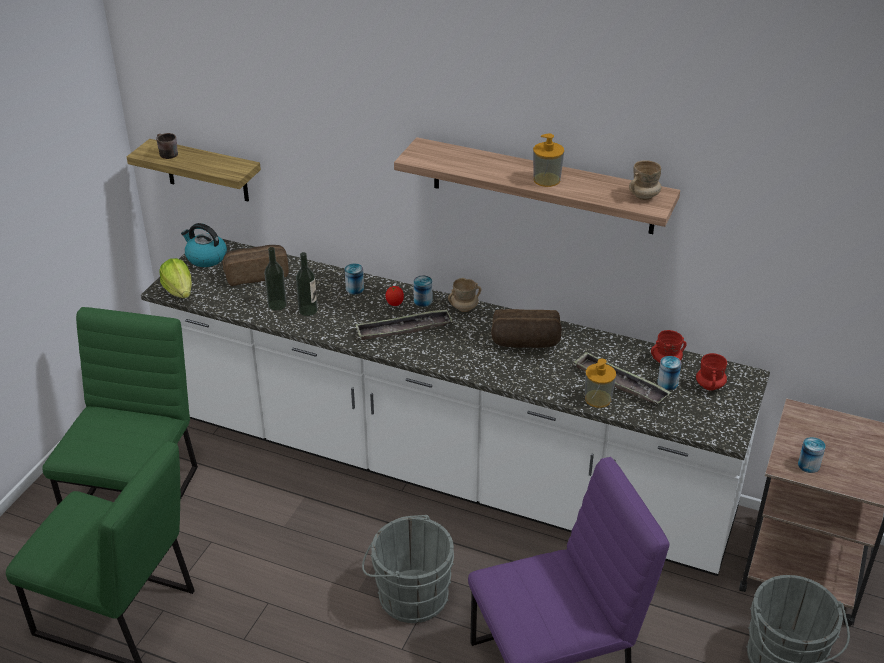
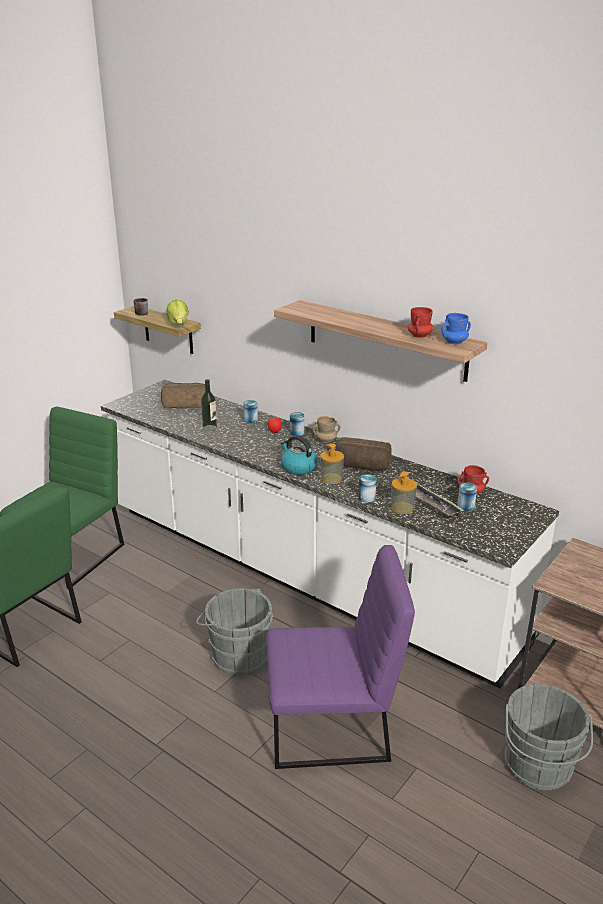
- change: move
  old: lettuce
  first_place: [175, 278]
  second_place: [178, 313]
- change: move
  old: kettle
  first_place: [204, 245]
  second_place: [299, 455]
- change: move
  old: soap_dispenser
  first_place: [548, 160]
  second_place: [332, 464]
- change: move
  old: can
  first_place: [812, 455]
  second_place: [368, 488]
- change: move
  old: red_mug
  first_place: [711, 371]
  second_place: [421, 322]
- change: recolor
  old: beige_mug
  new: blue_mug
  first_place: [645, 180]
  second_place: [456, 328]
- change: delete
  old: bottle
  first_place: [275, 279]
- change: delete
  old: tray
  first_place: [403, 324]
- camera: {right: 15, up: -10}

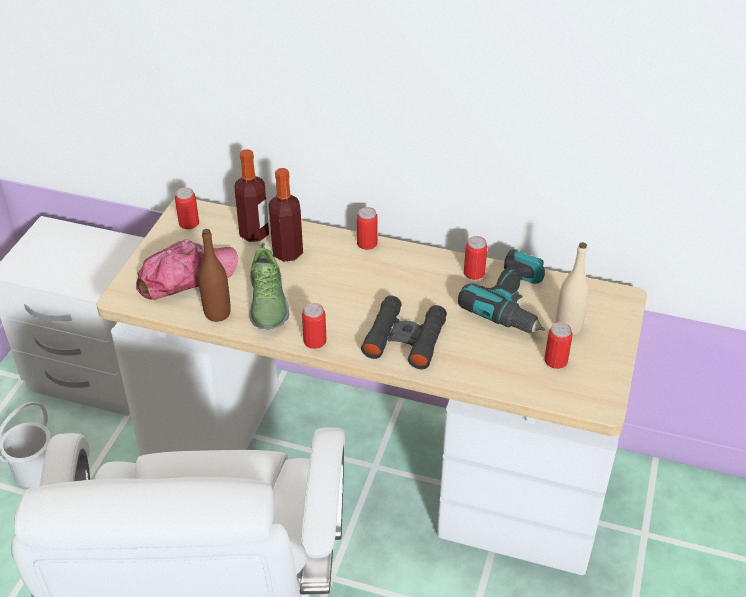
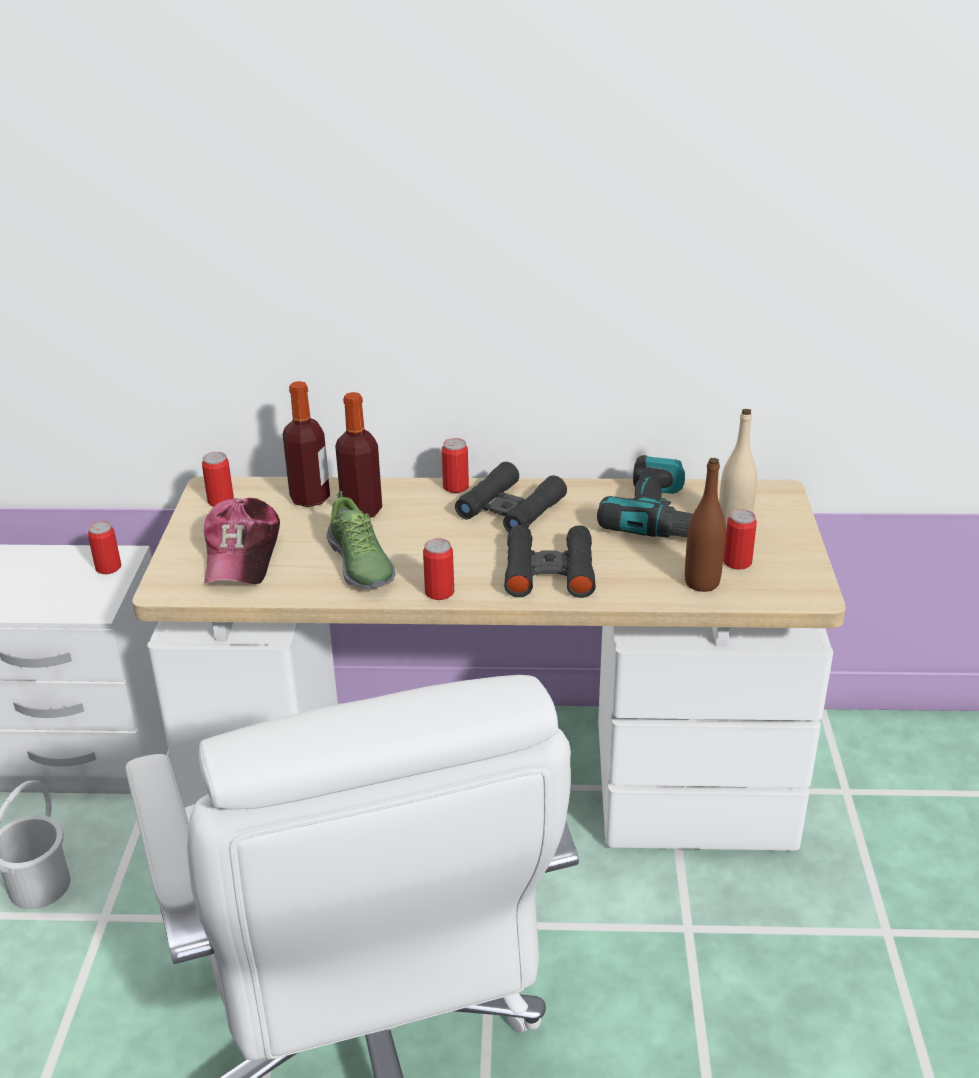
- change: move
  old: can
  first_place: [475, 258]
  second_place: [104, 547]
- change: rotate
  old: cap
  first_place: [187, 269]
  second_place: [242, 541]
  degrees: 135
- change: insert
  new: black_binoculars
  second_place: [511, 497]
- change: move
  old: brown_bottle
  first_place: [214, 275]
  second_place: [705, 525]
- camera: {right: -15, up: -10}

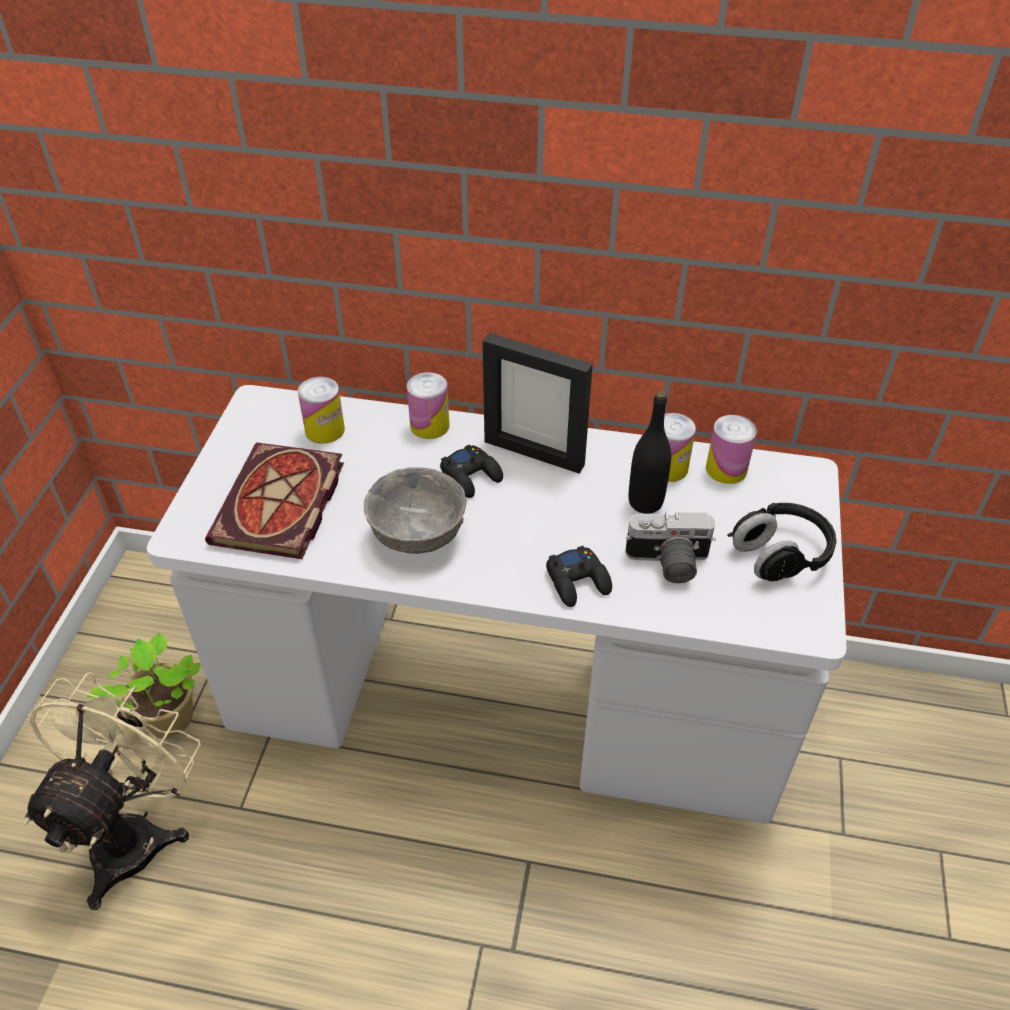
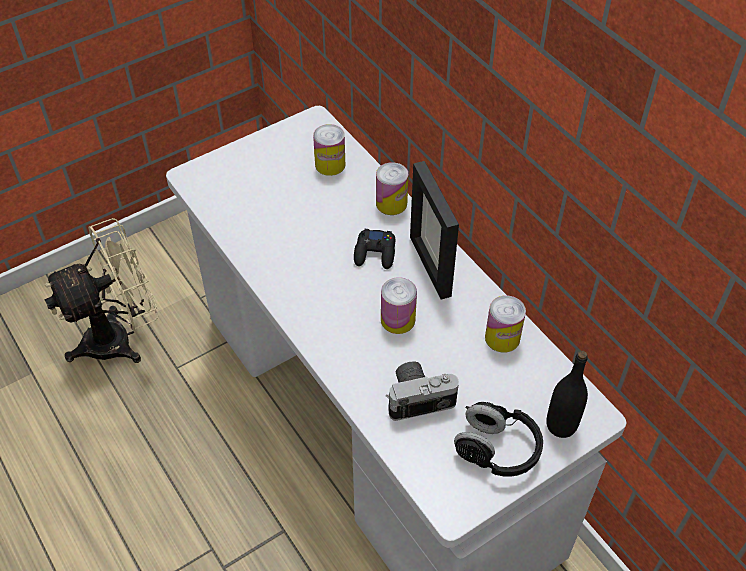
- change: move
  old: can
  first_place: [731, 449]
  second_place: [399, 305]
- change: rotate
  old: photo_camera
  first_place: [670, 547]
  second_place: [422, 391]
  degrees: 120
- change: move
  old: black_bottle
  first_place: [650, 452]
  second_place: [567, 394]
- change: delete
  old: potted_plant
  first_place: [143, 685]
- change: delete
  old: book
  first_place: [274, 500]
- change: delete
  old: grey_bowl
  first_place: [415, 510]
- change: delete
  old: black_game_controller
  first_place: [579, 576]
- camera: {right: 45, up: 5}

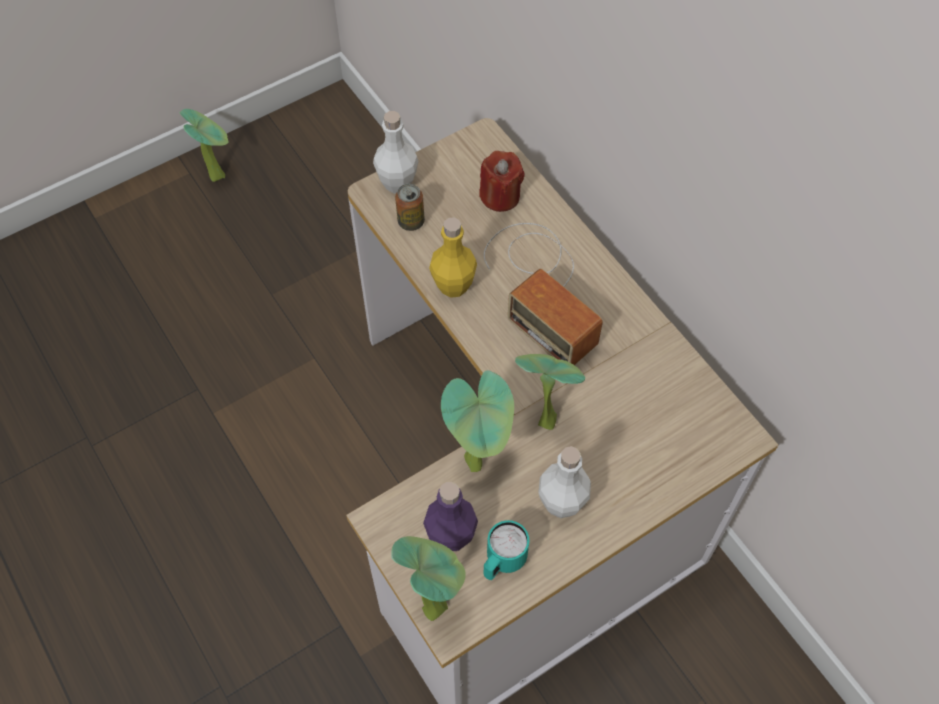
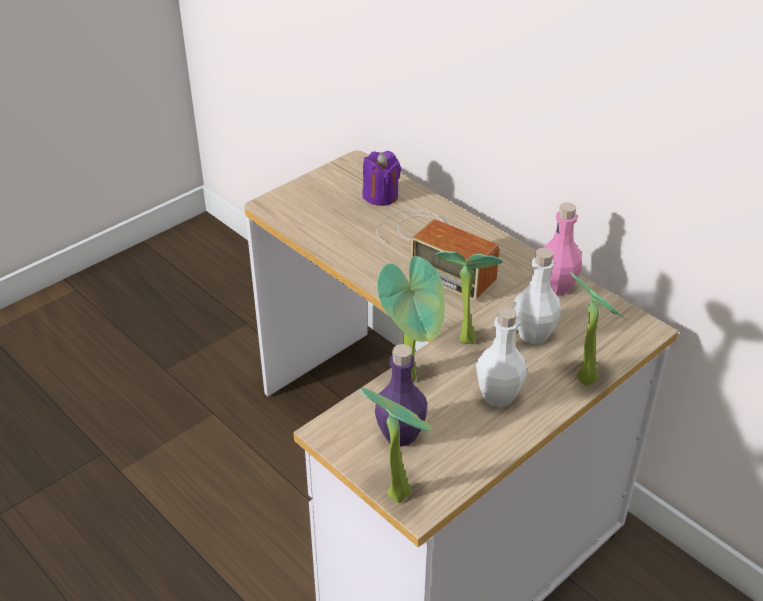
- change: recolor
  old: red_candle
  new: purple_candle
  first_place: [502, 181]
  second_place: [382, 178]
- change: move
  old: white_bottle
  first_place: [396, 152]
  second_place: [537, 296]
- change: insert
  new: pink_bottle
  second_place: [562, 249]
- change: move
  old: potted_plant
  first_place: [204, 145]
  second_place: [599, 329]
- change: delete
  old: can
  first_place: [410, 207]
- change: delete
  old: yellow_bottle
  first_place: [453, 257]
- change: delete
  old: turquoise_mug
  first_place: [506, 550]
- camera: {right: -10, up: -20}

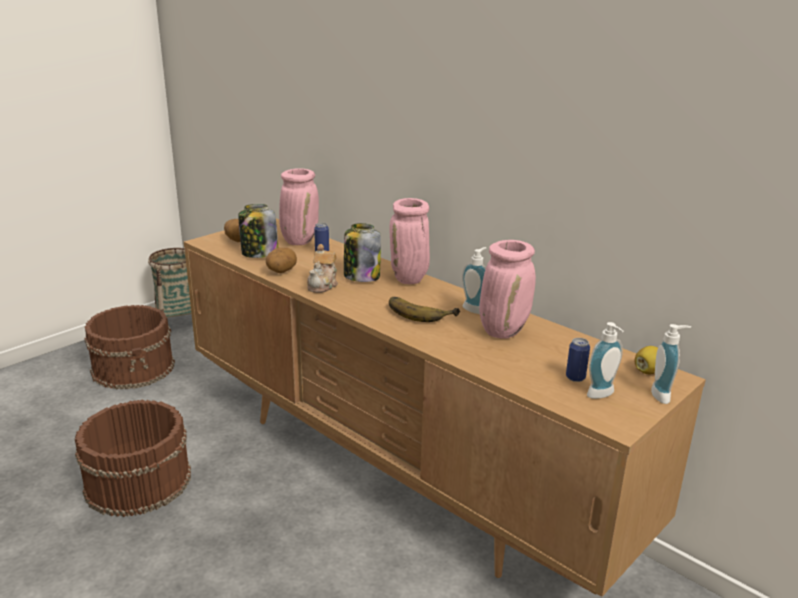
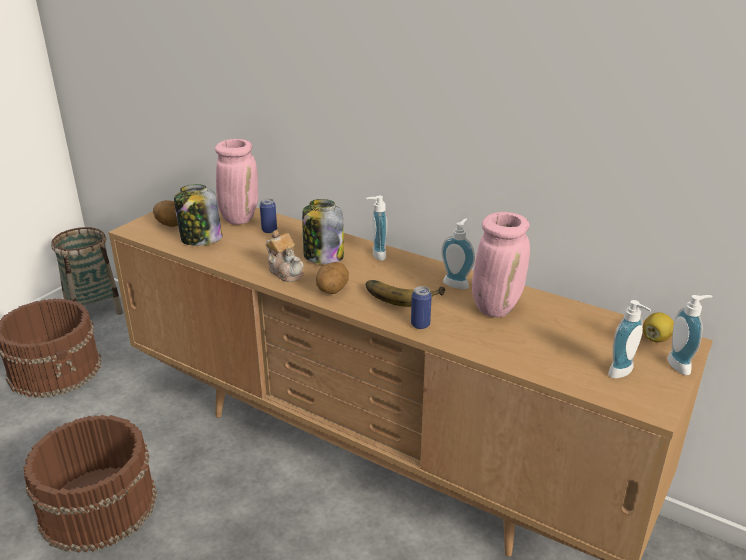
- change: rotate
  old: teapot
  first_place: [322, 268]
  second_place: [285, 256]
  degrees: -45
- change: move
  old: potato
  first_place: [281, 260]
  second_place: [332, 278]
- change: replace
  old: pink_vase
  new: soap_dispenser
  first_place: [409, 241]
  second_place: [376, 228]
- change: move
  old: can
  first_place: [578, 360]
  second_place: [421, 307]
- camera: {right: -10, up: 5}

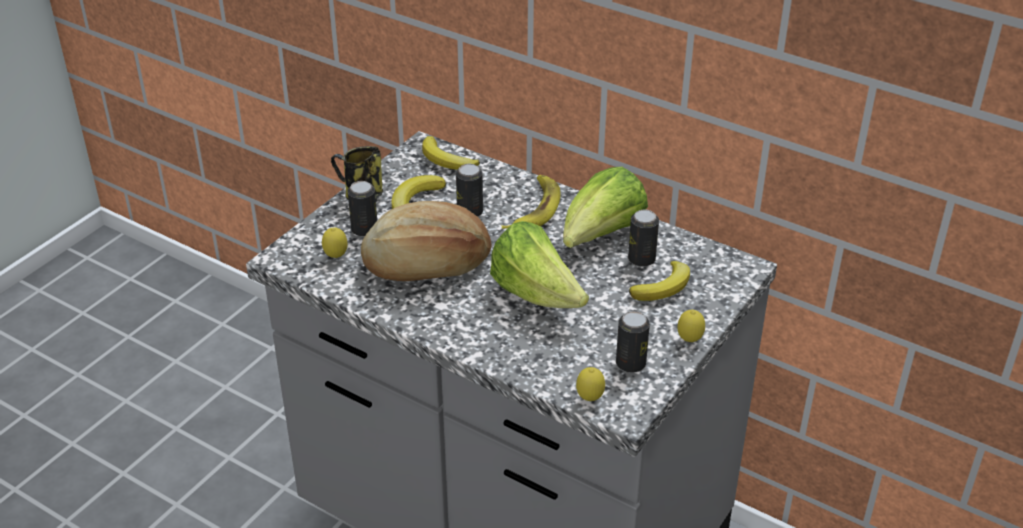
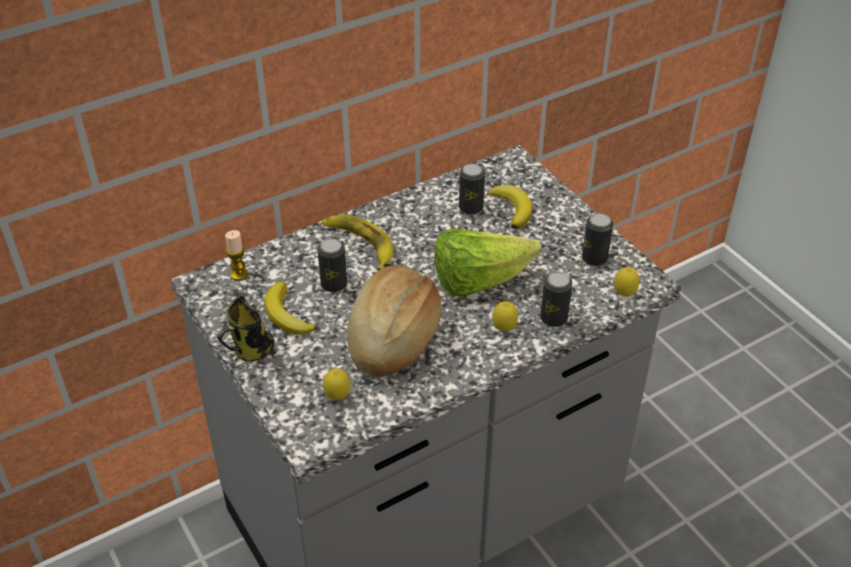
- change: replace
  old: banana
  new: candle
  first_place: [451, 153]
  second_place: [236, 255]
- change: move
  old: lemon
  first_place: [691, 326]
  second_place: [505, 316]
- change: move
  old: can
  first_place: [362, 209]
  second_place: [556, 299]
- change: delete
  old: lettuce
  first_place: [605, 207]
- camera: {right: -65, up: 5}

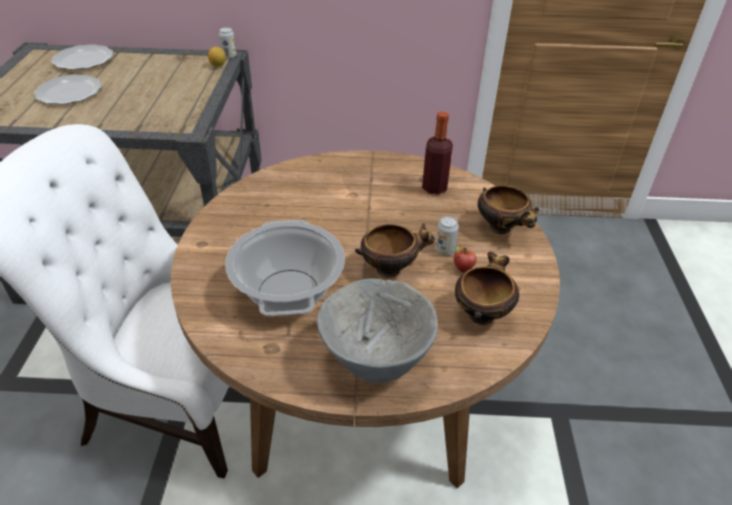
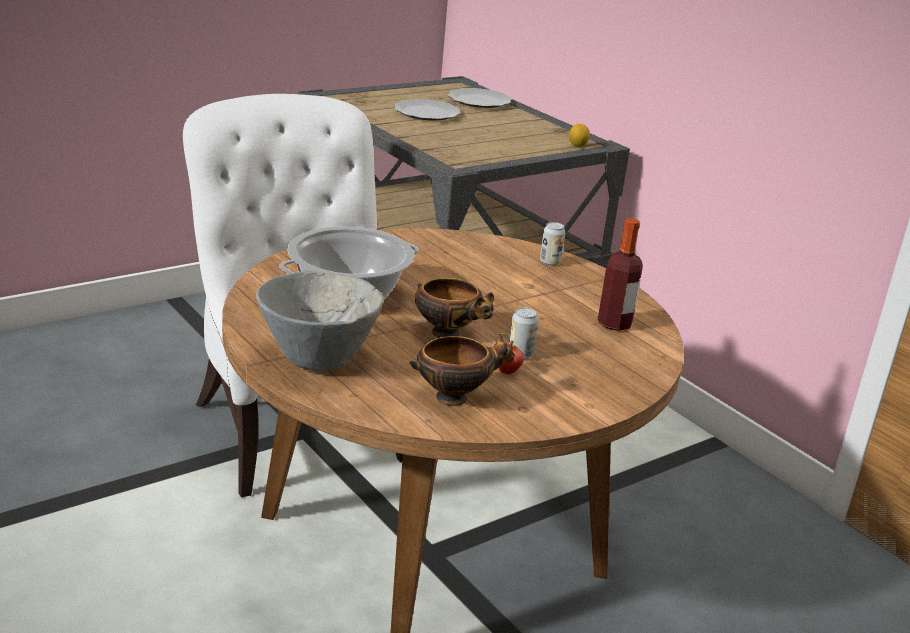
- change: move
  old: can
  first_place: [227, 43]
  second_place: [552, 244]
- change: delete
  old: bowl
  first_place: [508, 210]
- camera: {right: 50, up: -15}

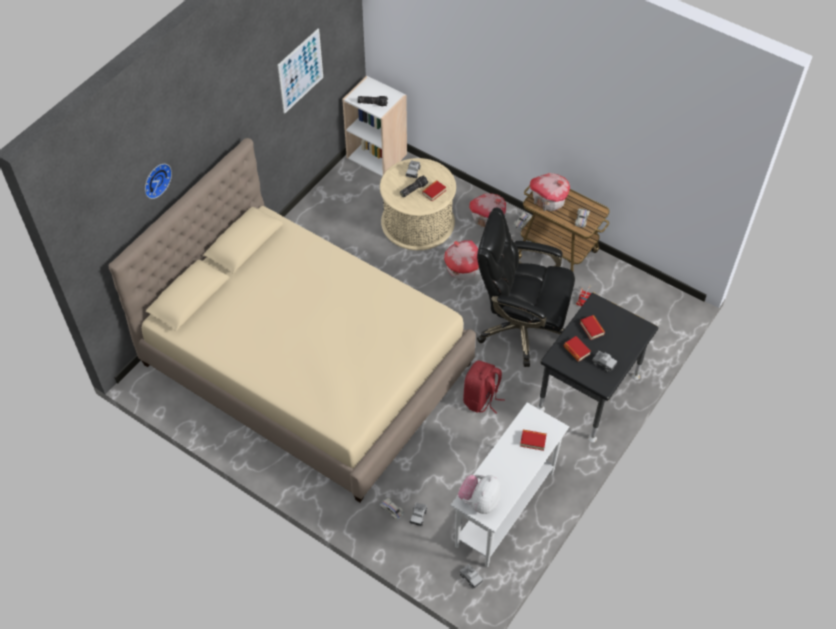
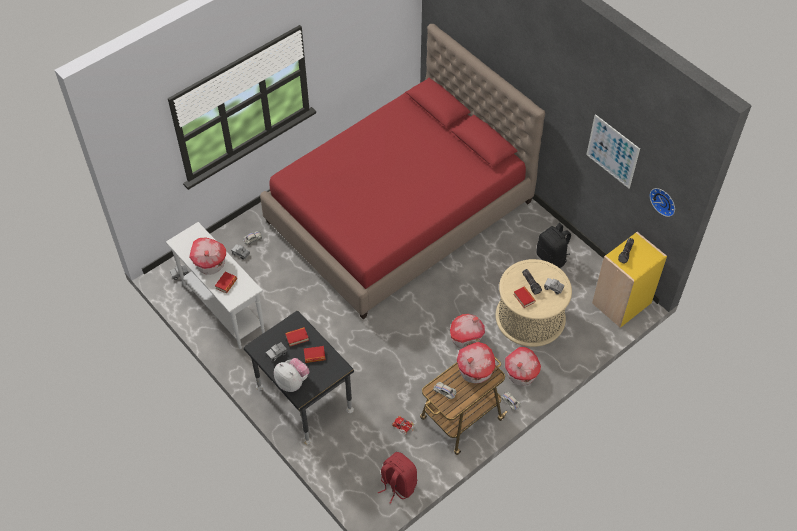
- change: insert
  new: toy_house
  second_place: [207, 256]
- change: recolor
  old: beige_bed
  new: red_bed
  first_place: [292, 320]
  second_place: [402, 171]
- change: move
  old: plush_toy
  first_place: [479, 494]
  second_place: [292, 375]
- change: move
  old: red_backpack
  first_place: [484, 387]
  second_place: [397, 478]
- change: insert
  new: black_backpack
  second_place: [553, 245]
- change: recolor
  old: white_bookcase
  new: yellow_bookcase
  first_place: [374, 126]
  second_place: [629, 280]
- change: move
  old: wall_clock
  first_place: [158, 181]
  second_place: [662, 202]
- change: delete
  old: black_office_chair
  first_place: [526, 287]
- camera: {right: 105, up: 0}

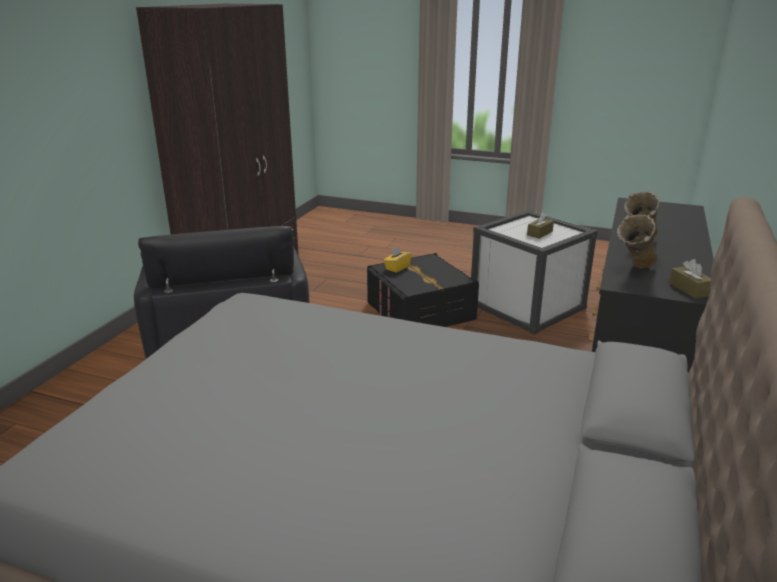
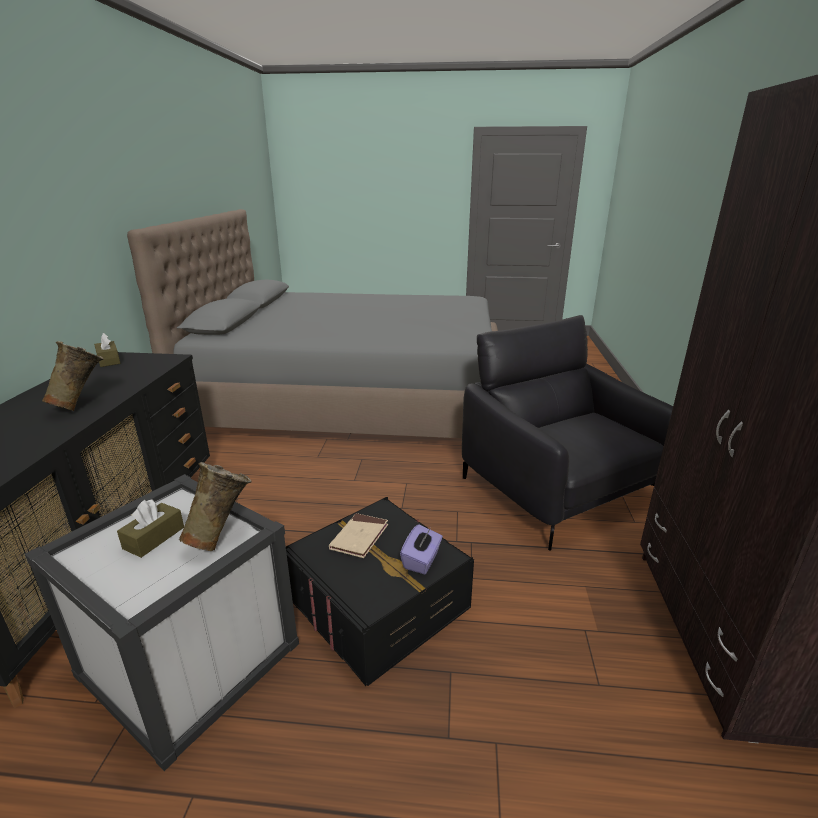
- change: move
  old: beige_vase
  first_place: [637, 241]
  second_place: [215, 506]
- change: insert
  new: beige_book
  second_place: [358, 535]
- change: recolor
  old: yellow_tissue_box
  new: purple_tissue_box
  first_place: [397, 260]
  second_place: [421, 549]
- camera: {right: 165, up: 0}

